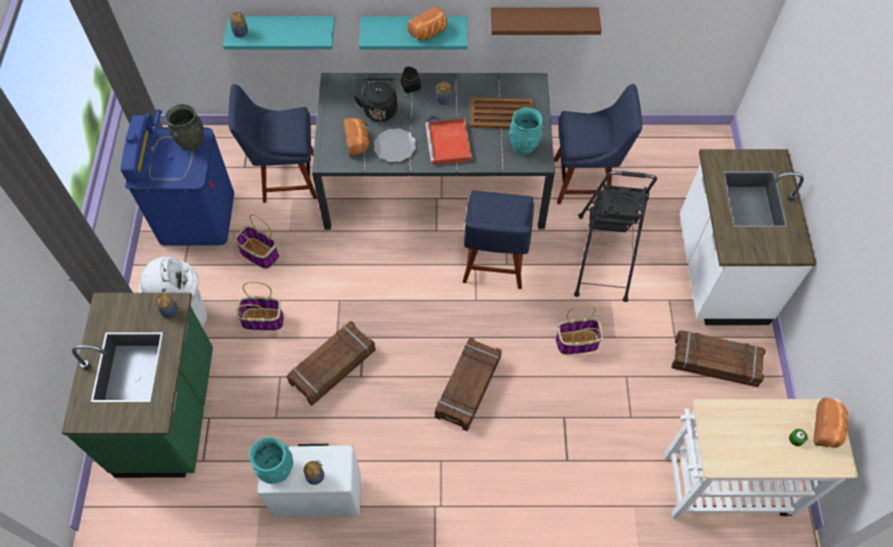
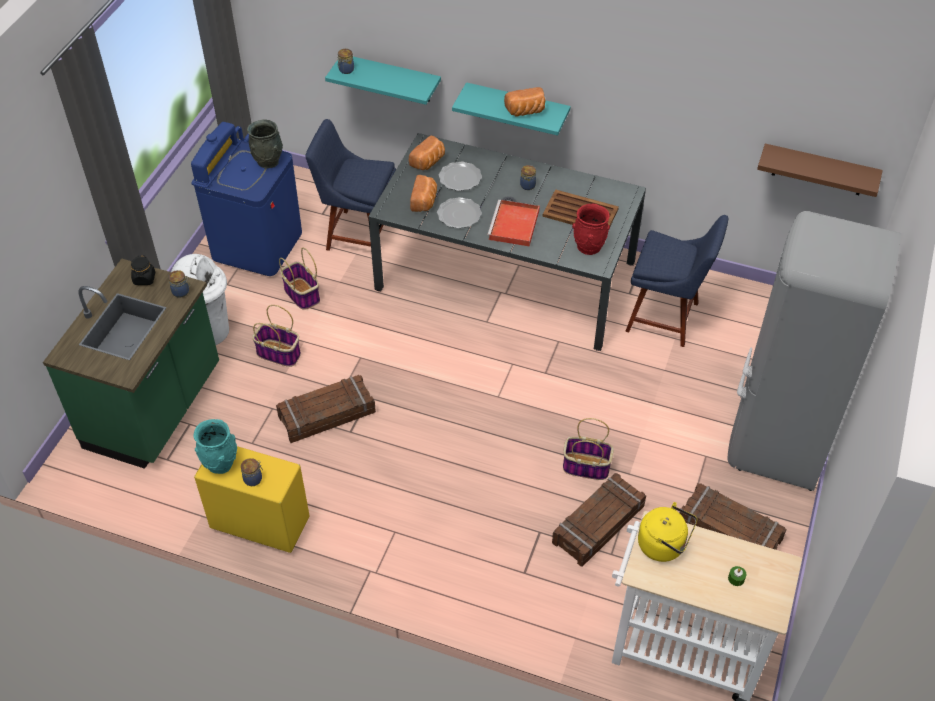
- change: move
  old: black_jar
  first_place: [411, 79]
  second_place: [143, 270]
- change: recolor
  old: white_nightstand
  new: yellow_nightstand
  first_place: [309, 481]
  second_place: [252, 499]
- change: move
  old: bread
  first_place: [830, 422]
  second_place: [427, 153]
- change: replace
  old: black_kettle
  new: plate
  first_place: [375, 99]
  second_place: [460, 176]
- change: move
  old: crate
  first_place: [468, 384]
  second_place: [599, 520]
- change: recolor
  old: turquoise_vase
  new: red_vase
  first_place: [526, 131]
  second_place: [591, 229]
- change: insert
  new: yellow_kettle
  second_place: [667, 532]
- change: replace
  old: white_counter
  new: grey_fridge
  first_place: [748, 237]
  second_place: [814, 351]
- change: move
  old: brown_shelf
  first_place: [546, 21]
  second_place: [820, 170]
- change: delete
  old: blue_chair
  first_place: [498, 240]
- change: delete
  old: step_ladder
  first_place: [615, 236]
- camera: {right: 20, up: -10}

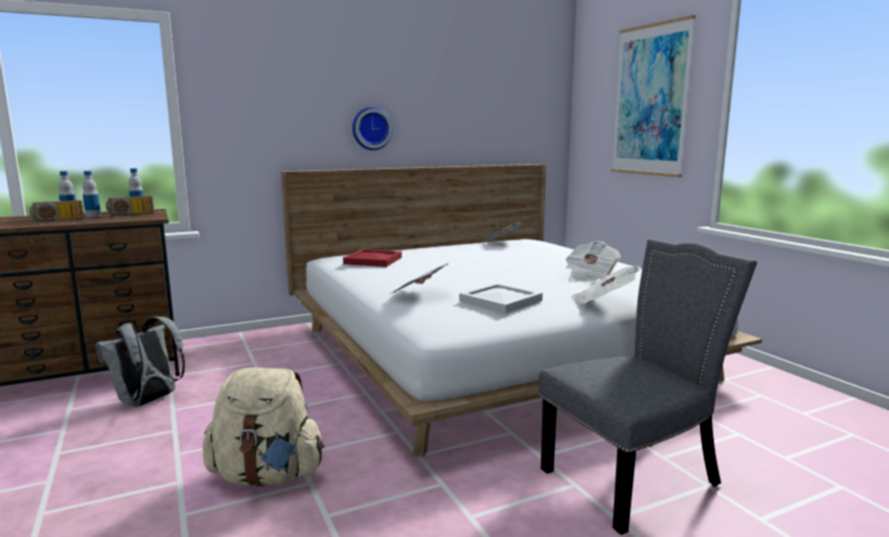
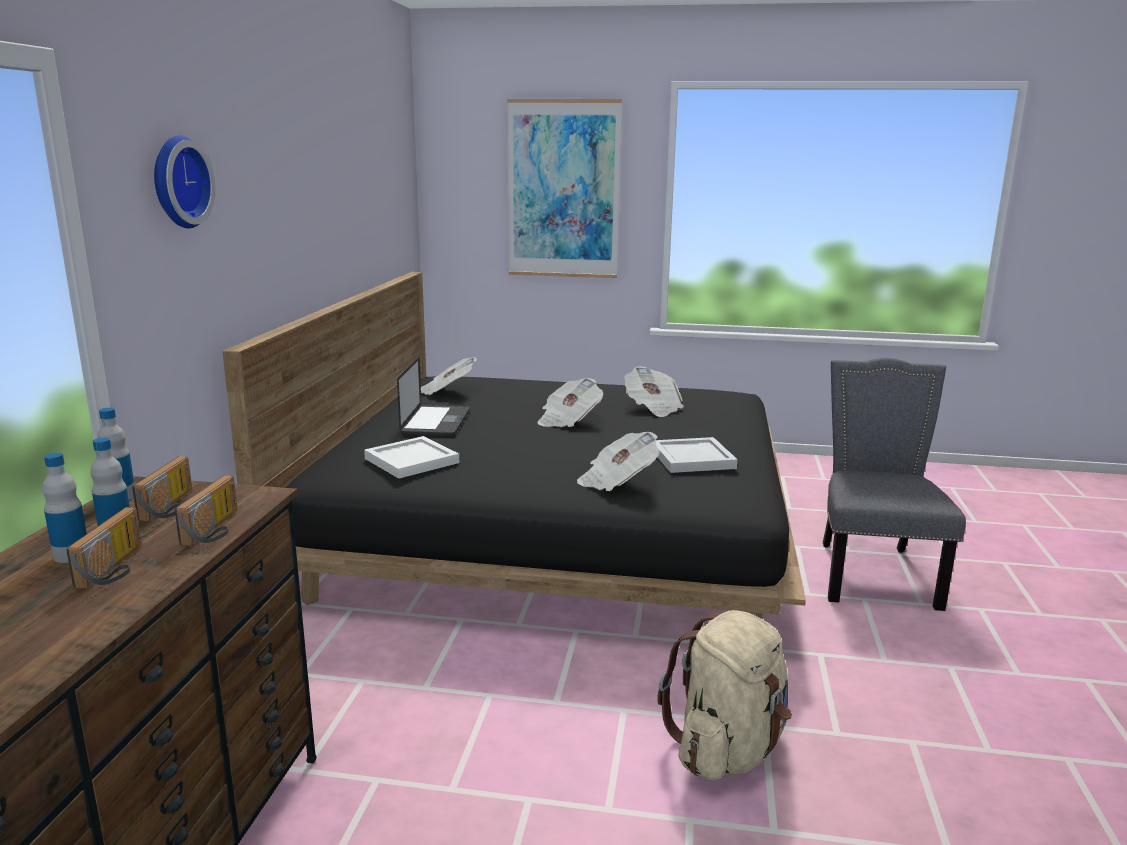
- change: move
  old: wall_clock
  first_place: [372, 128]
  second_place: [185, 181]
- change: insert
  new: radio
  second_place: [206, 510]
- change: recolor
  old: white_bed
  new: black_bed
  first_place: [521, 310]
  second_place: [514, 445]
- change: recolor
  old: red_tray
  new: white_tray
  first_place: [372, 258]
  second_place: [411, 457]
- change: insert
  new: laptop
  second_place: [433, 397]
- change: move
  old: newspaper
  first_place: [606, 285]
  second_place: [570, 402]
- change: delete
  old: grey_backpack
  first_place: [140, 362]
- camera: {right: -55, up: 5}

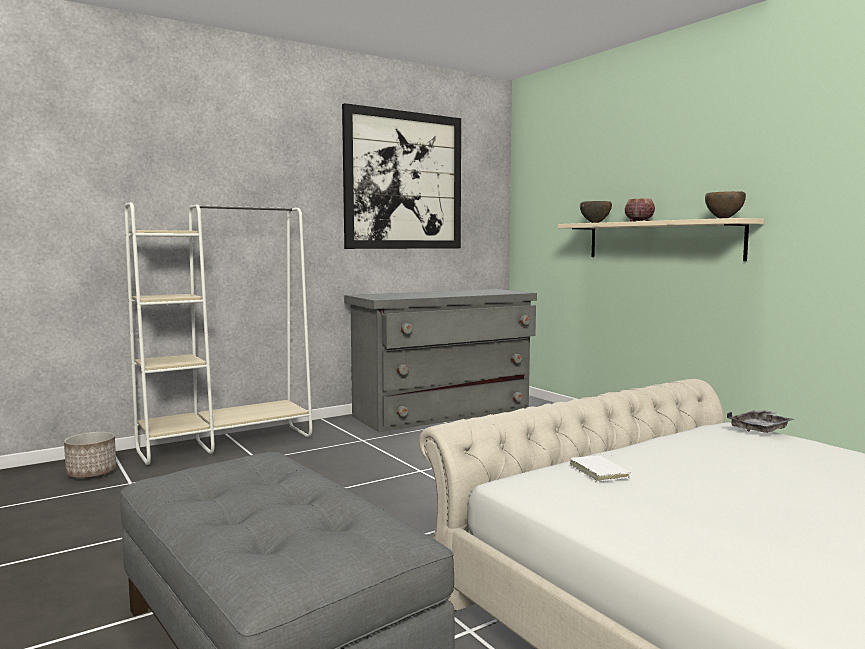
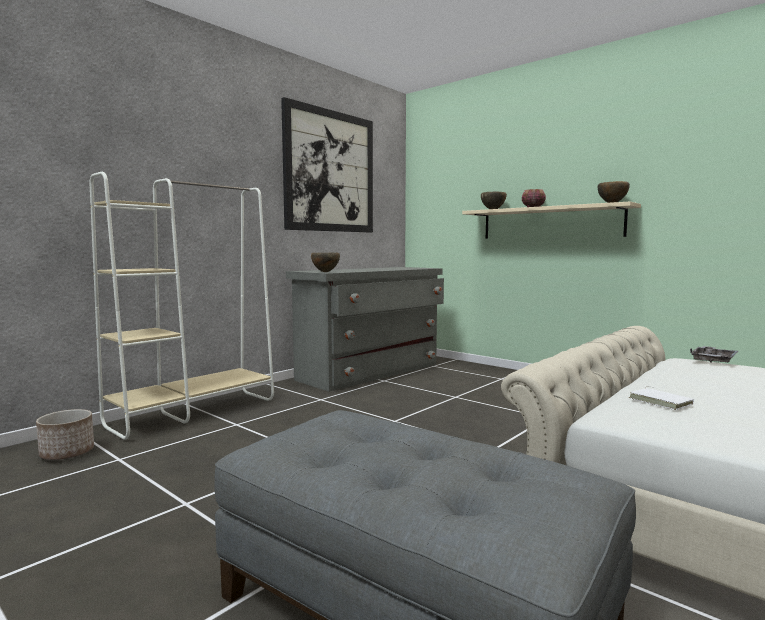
- change: insert
  new: brown_bowl
  second_place: [325, 262]
- camera: {right: -15, up: 0}

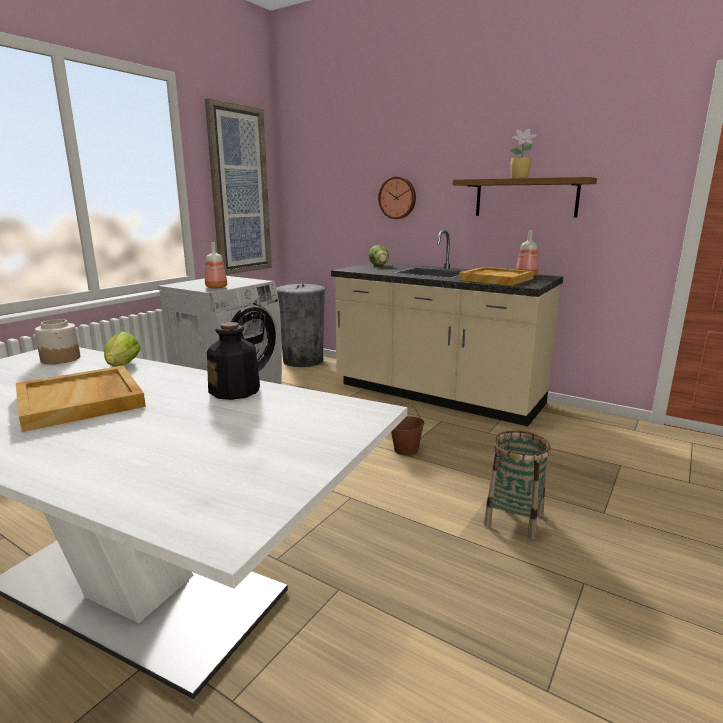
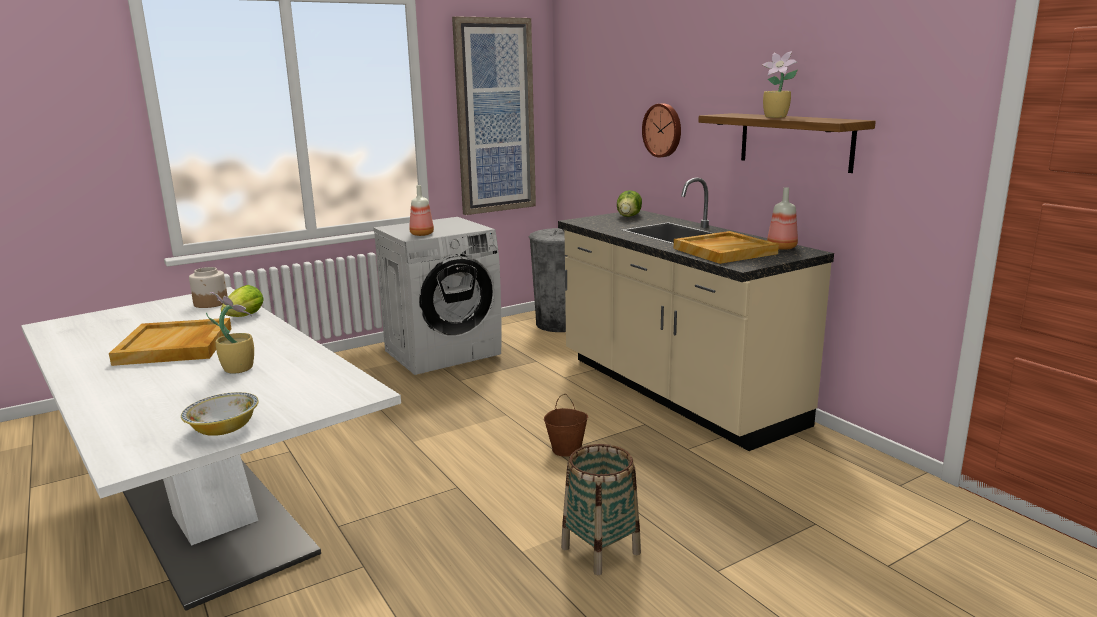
- change: insert
  new: bowl
  second_place: [220, 414]
- change: insert
  new: potted_plant
  second_place: [230, 333]
- change: delete
  old: bottle
  first_place: [233, 361]
- camera: {right: 25, up: 0}

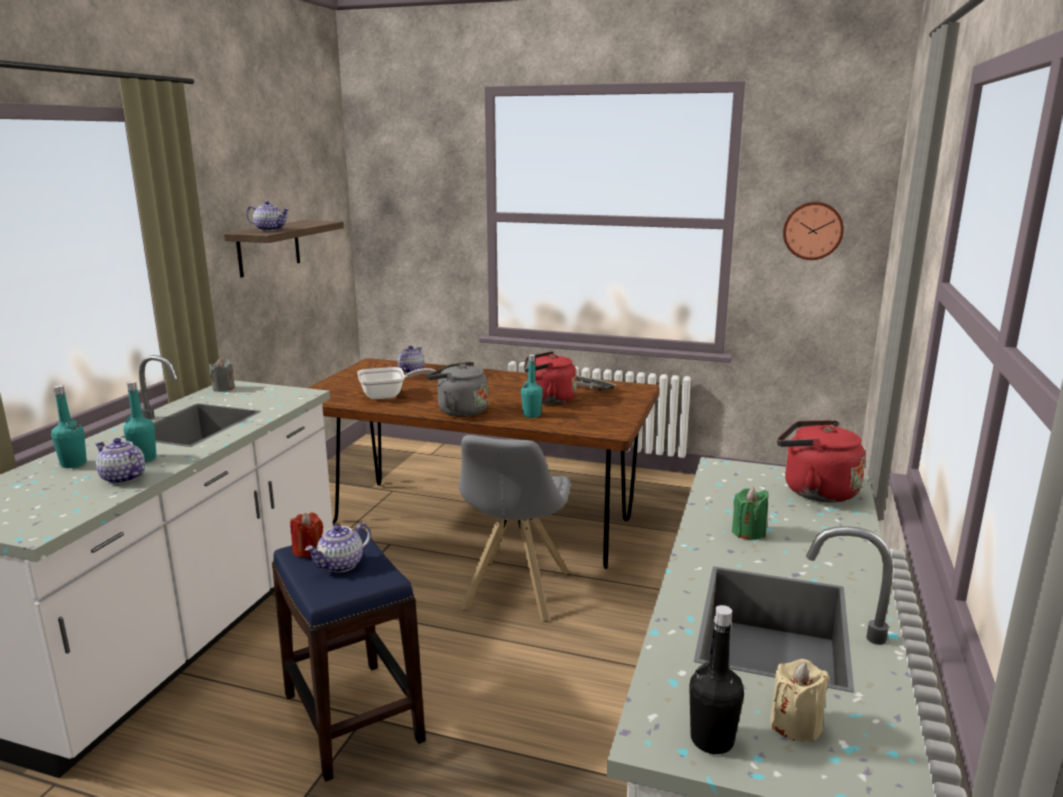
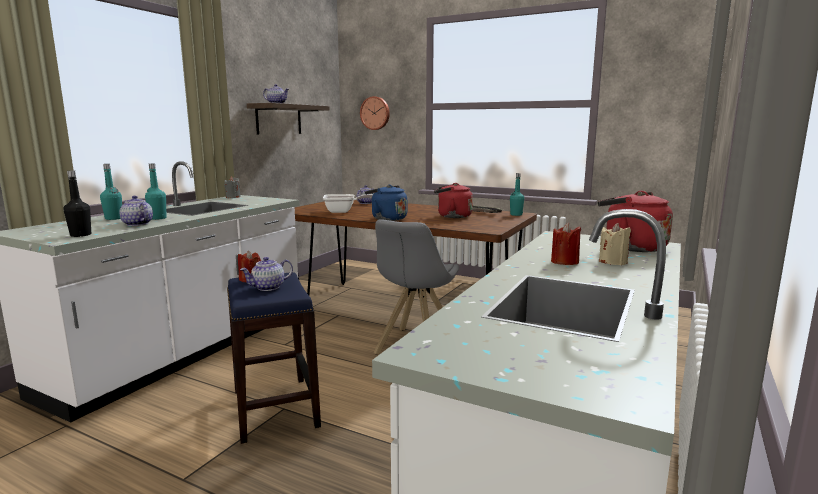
- change: move
  old: black_bottle
  first_place: [716, 679]
  second_place: [77, 203]
- change: move
  old: wall_clock
  first_place: [813, 231]
  second_place: [375, 113]
- change: recolor
  old: grey_kettle
  new: blue_kettle
  first_place: [457, 389]
  second_place: [386, 203]
- change: move
  old: turquoise_bottle
  first_place: [532, 386]
  second_place: [517, 194]
- change: recolor
  old: green_candle
  new: red_candle
  first_place: [750, 513]
  second_place: [566, 244]
- change: move
  old: beige_candle
  first_place: [800, 700]
  second_place: [615, 244]
- camera: {right: 10, up: -5}

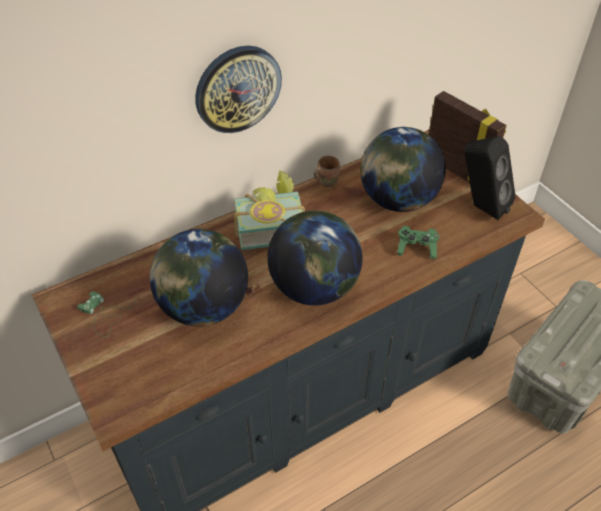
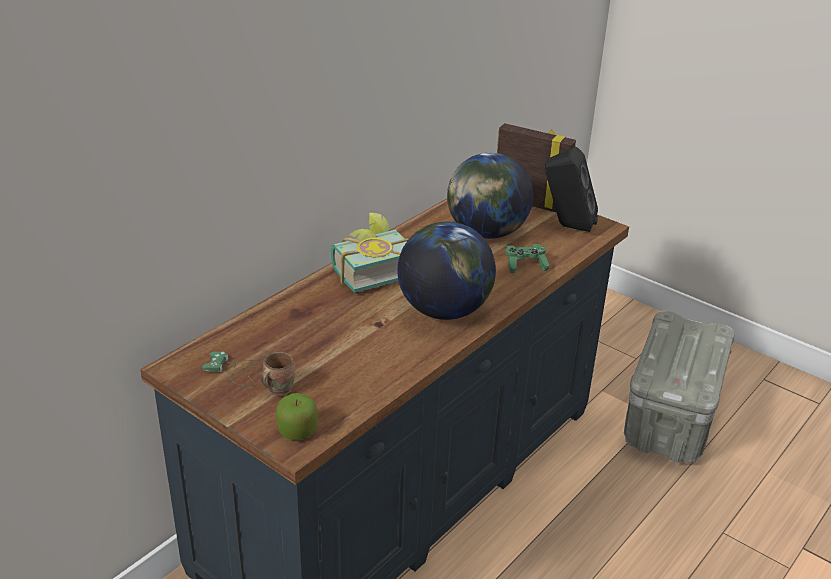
- change: move
  old: brown_mug
  first_place: [327, 172]
  second_place: [278, 374]
- change: insert
  new: apple
  second_place: [297, 416]
- change: delete
  old: globe
  first_place: [199, 277]
- change: delete
  old: wall_clock
  first_place: [238, 89]
- camera: {right: -20, up: -15}

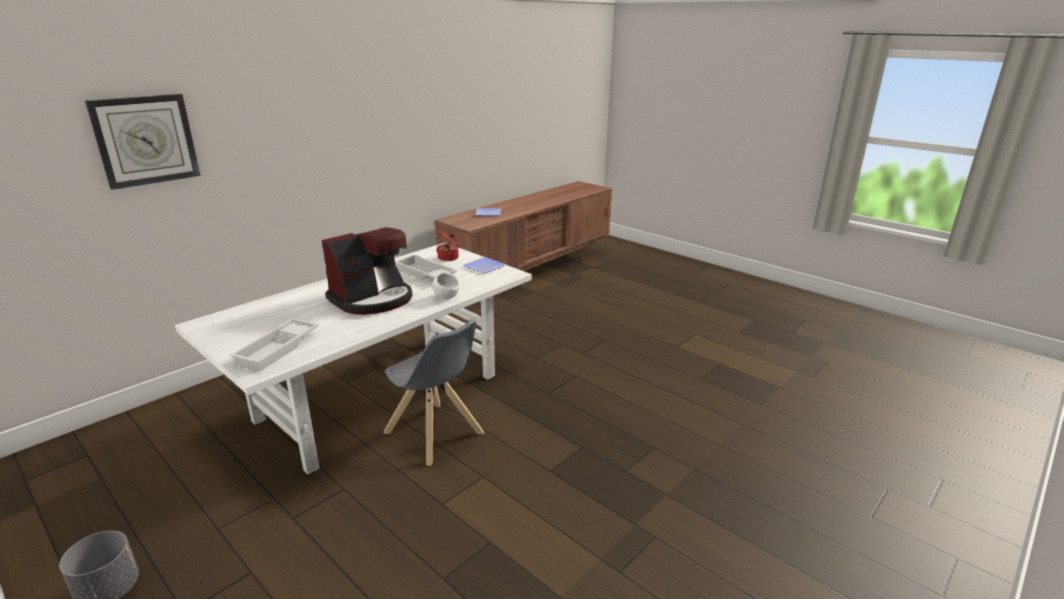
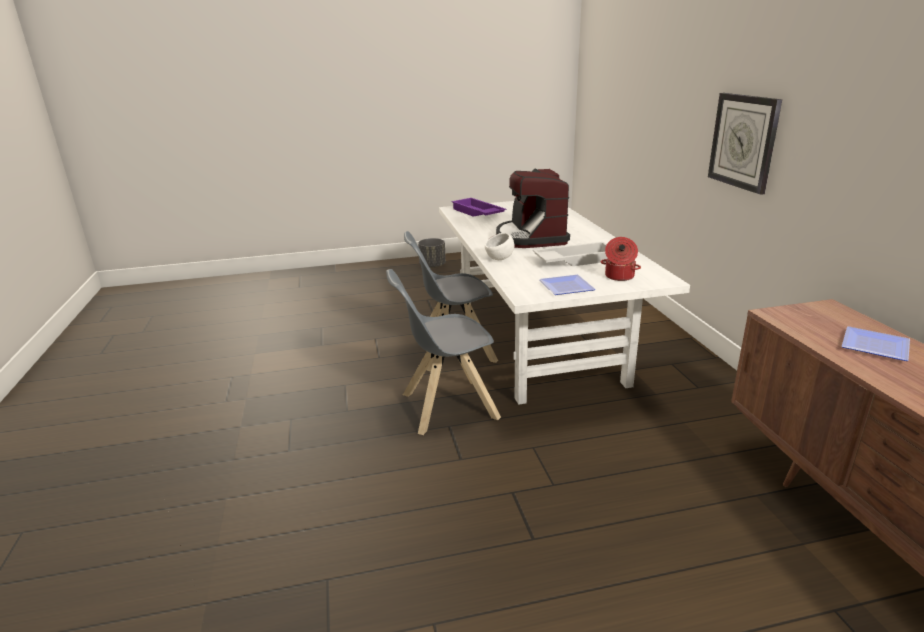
- change: insert
  new: grey_chair
  second_place: [443, 352]
- change: recolor
  old: white_tray
  new: purple_tray
  first_place: [274, 344]
  second_place: [478, 207]
- change: move
  old: wall_clock
  first_place: [143, 142]
  second_place: [745, 144]
- camera: {right: 125, up: 0}

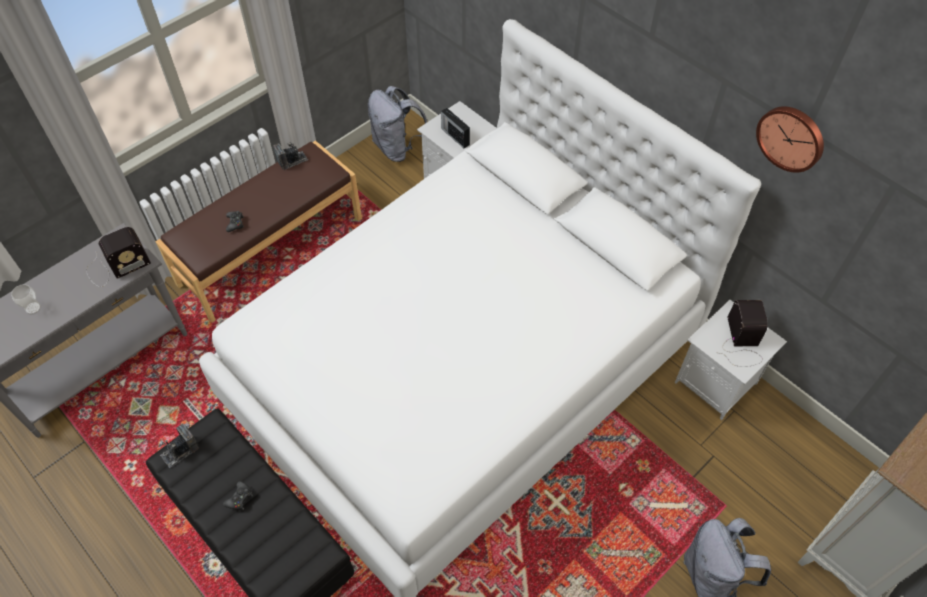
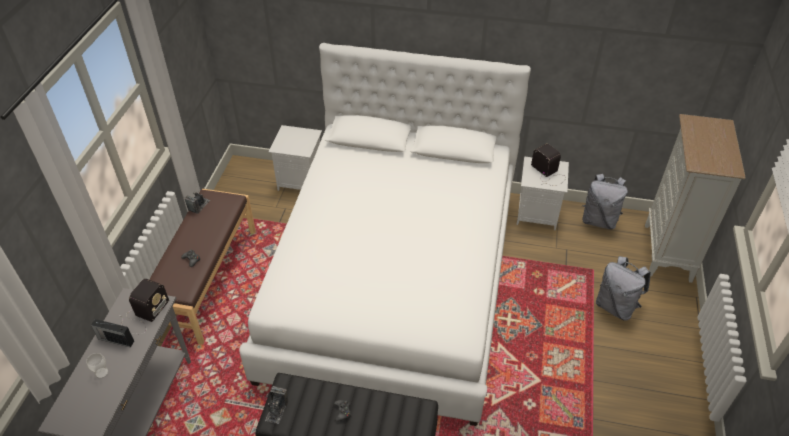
- change: move
  old: radio
  first_place: [455, 128]
  second_place: [112, 333]
- change: move
  old: grey_backpack
  first_place: [397, 124]
  second_place: [605, 202]
- change: delete
  old: wall_clock
  first_place: [790, 139]
- camera: {right: -35, up: -10}

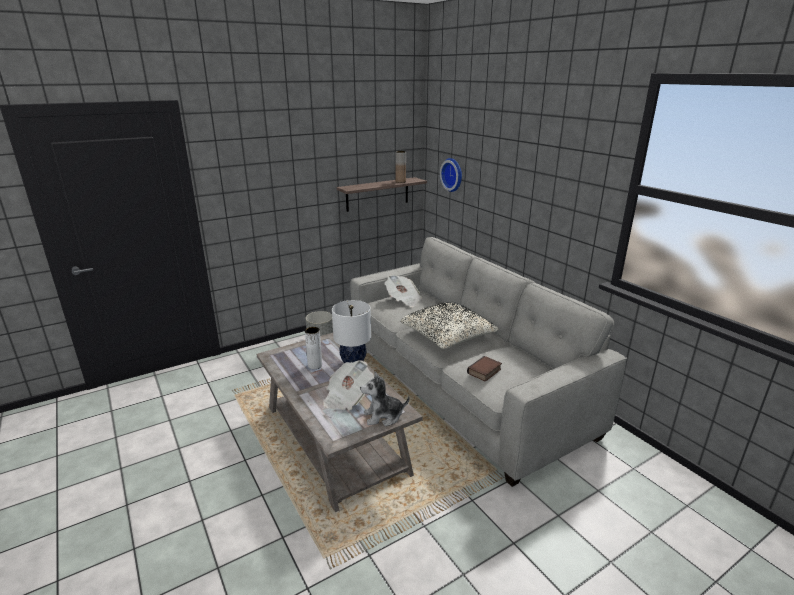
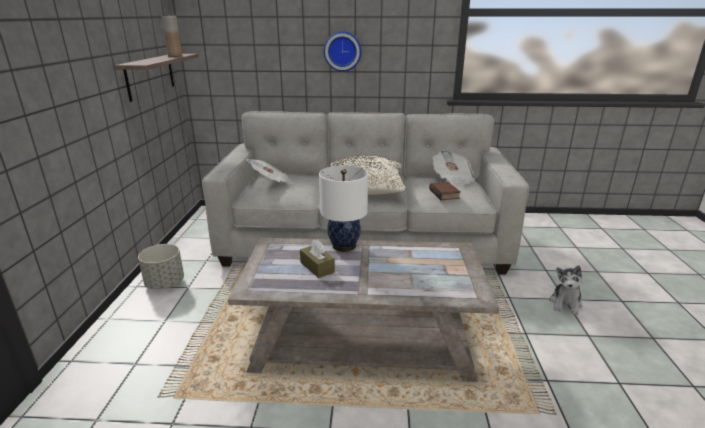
- change: replace
  old: white_vase
  new: brown_tissue_box
  first_place: [313, 348]
  second_place: [317, 259]
- change: move
  old: wall_clock
  first_place: [451, 175]
  second_place: [342, 51]
- change: move
  old: newspaper
  first_place: [348, 385]
  second_place: [454, 169]
- change: move
  old: plush_toy
  first_place: [385, 398]
  second_place: [566, 290]
- camera: {right: -55, up: 0}

